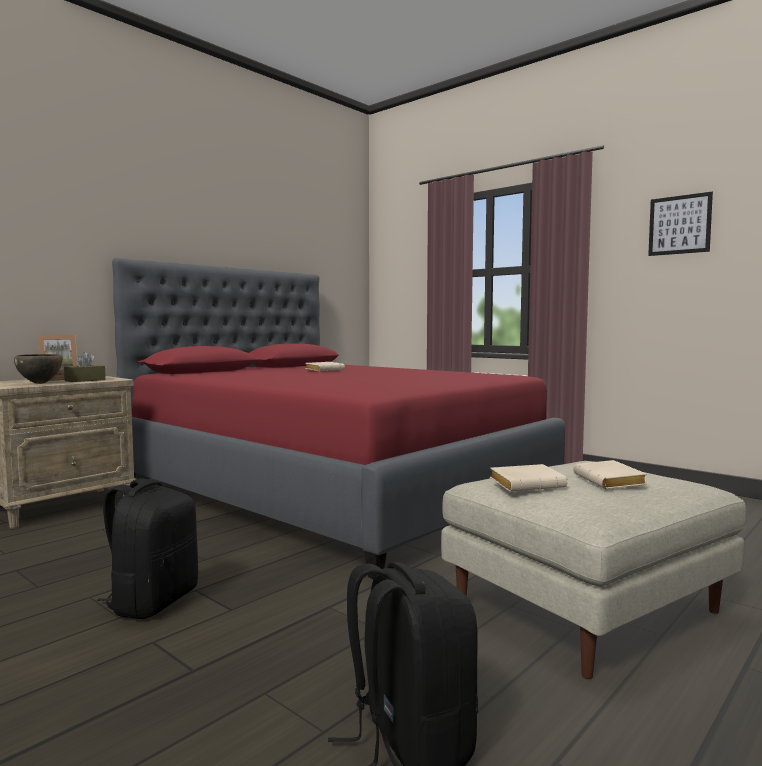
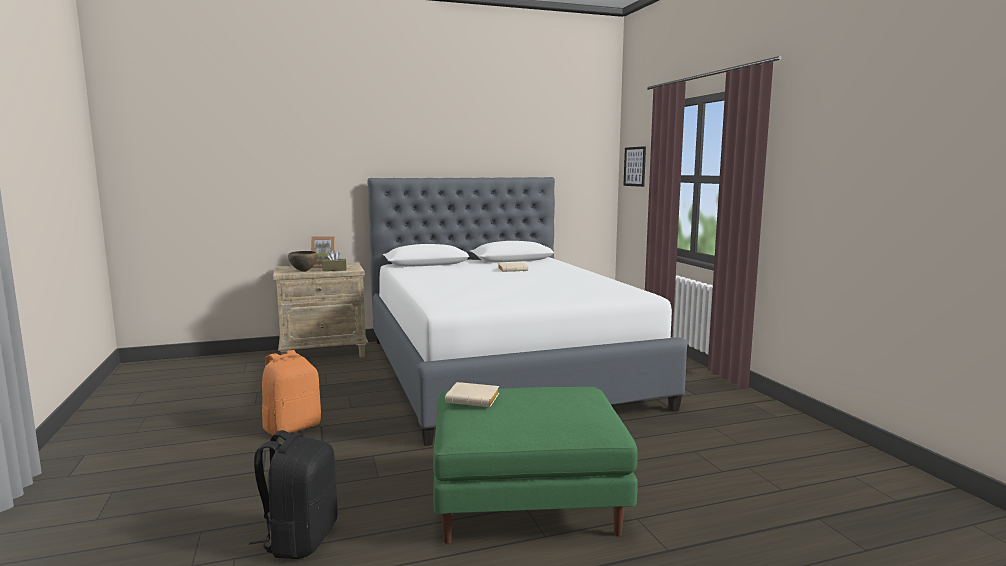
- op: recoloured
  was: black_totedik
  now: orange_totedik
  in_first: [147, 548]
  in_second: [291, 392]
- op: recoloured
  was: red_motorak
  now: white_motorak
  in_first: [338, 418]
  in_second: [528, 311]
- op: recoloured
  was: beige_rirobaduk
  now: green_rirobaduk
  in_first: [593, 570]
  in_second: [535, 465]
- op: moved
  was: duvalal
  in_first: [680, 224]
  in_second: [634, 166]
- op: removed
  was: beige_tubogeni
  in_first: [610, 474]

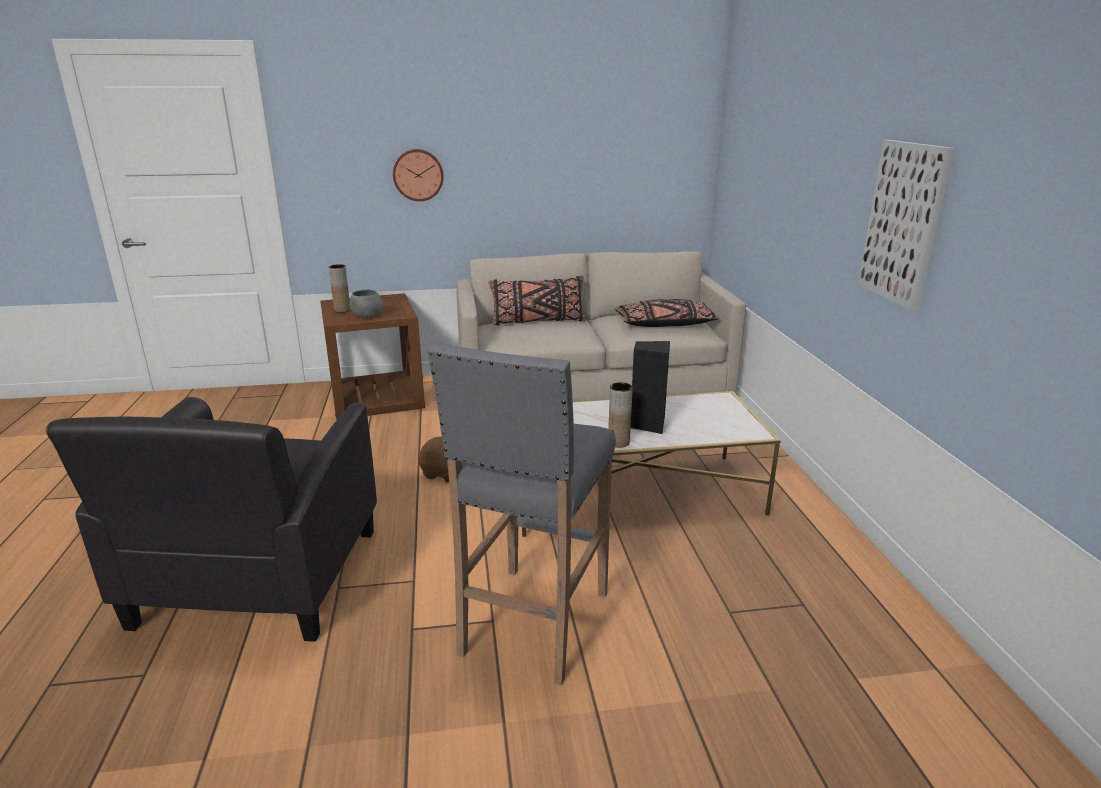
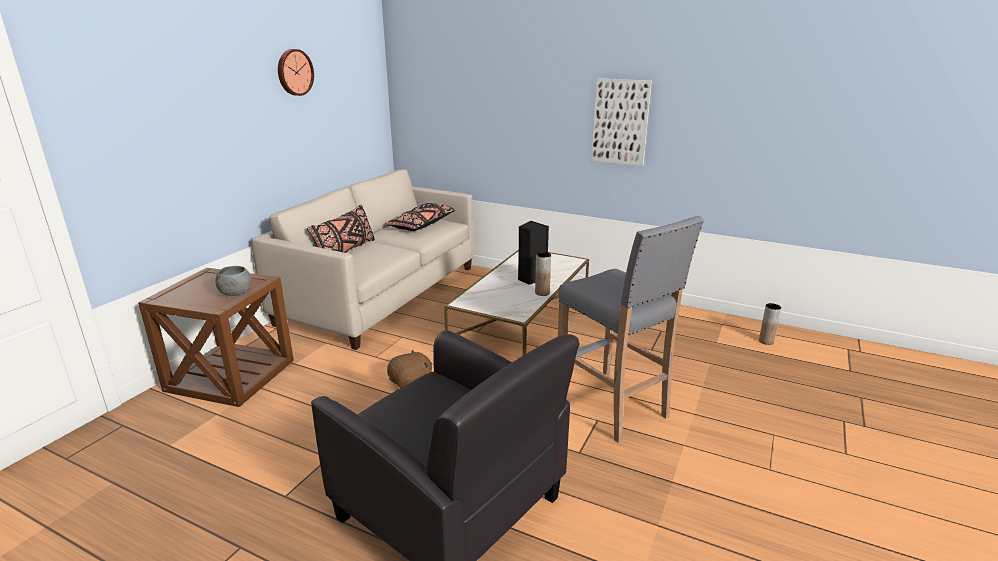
- op: moved
  was: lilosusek
  in_first: [418, 175]
  in_second: [296, 72]
- op: moved
  was: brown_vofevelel
  in_first: [340, 288]
  in_second: [770, 324]

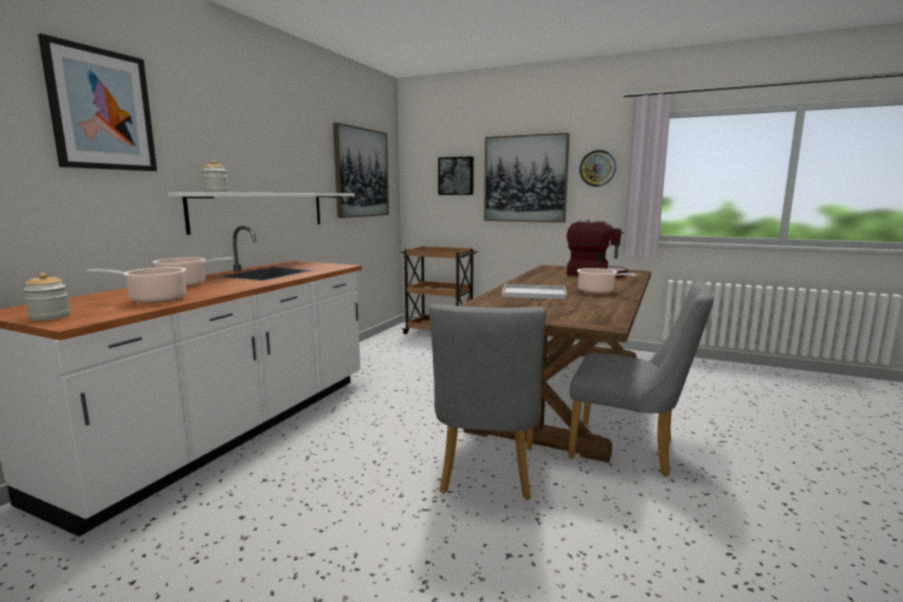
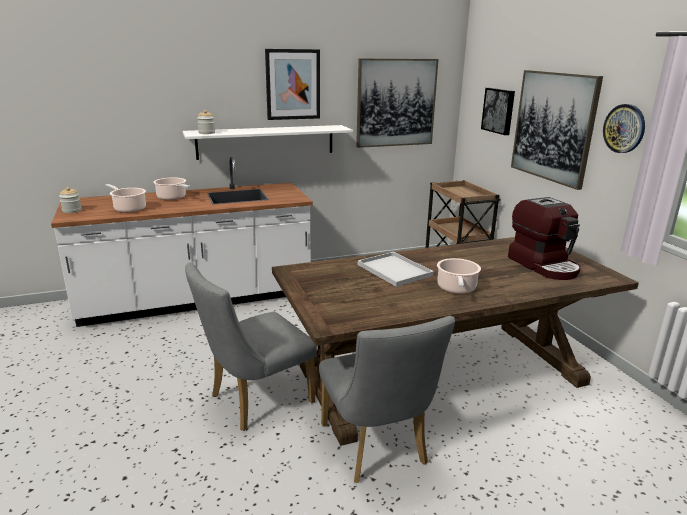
- op: moved
  was: duvalal
  in_first: [97, 102]
  in_second: [292, 84]

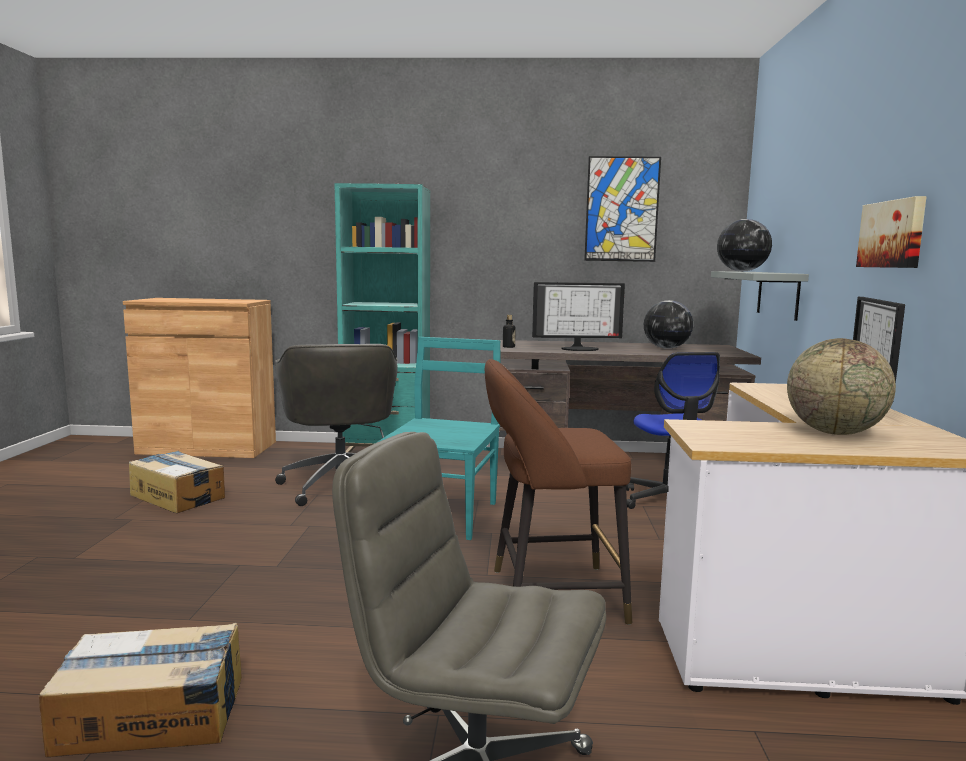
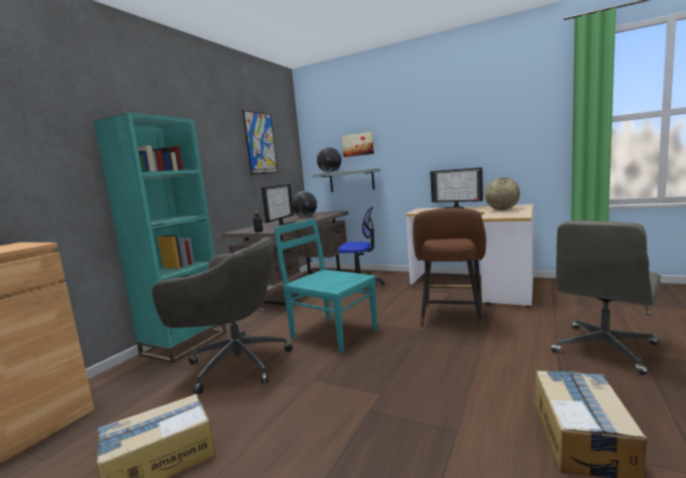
- op: moved
  was: duvalal
  in_first: [891, 232]
  in_second: [358, 144]

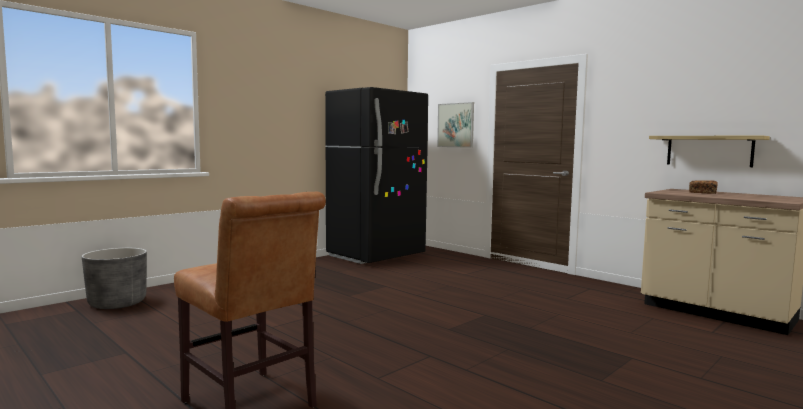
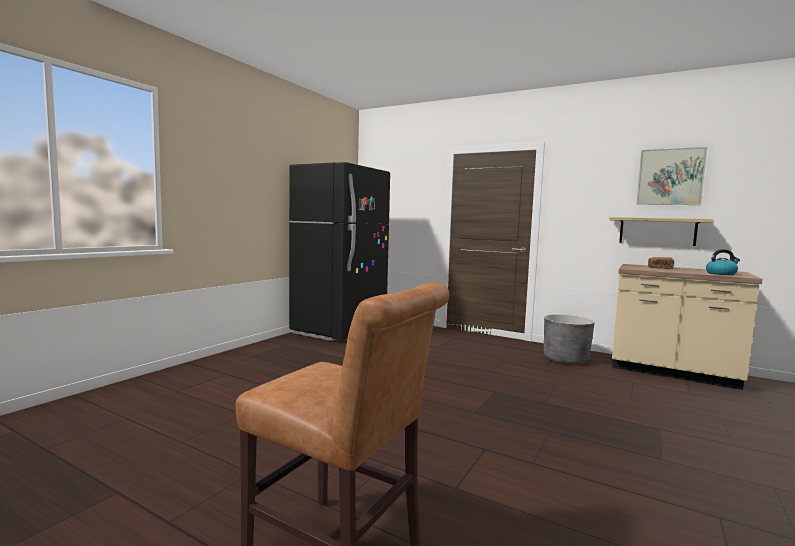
- op: moved
  was: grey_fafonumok
  in_first: [114, 278]
  in_second: [569, 339]
- op: moved
  was: duvalal
  in_first: [455, 125]
  in_second: [671, 176]
- op: added
  now: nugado
  in_second: [723, 262]

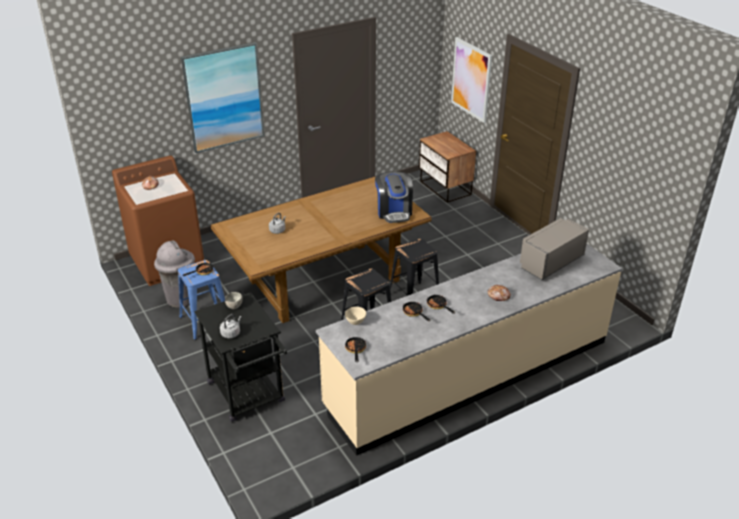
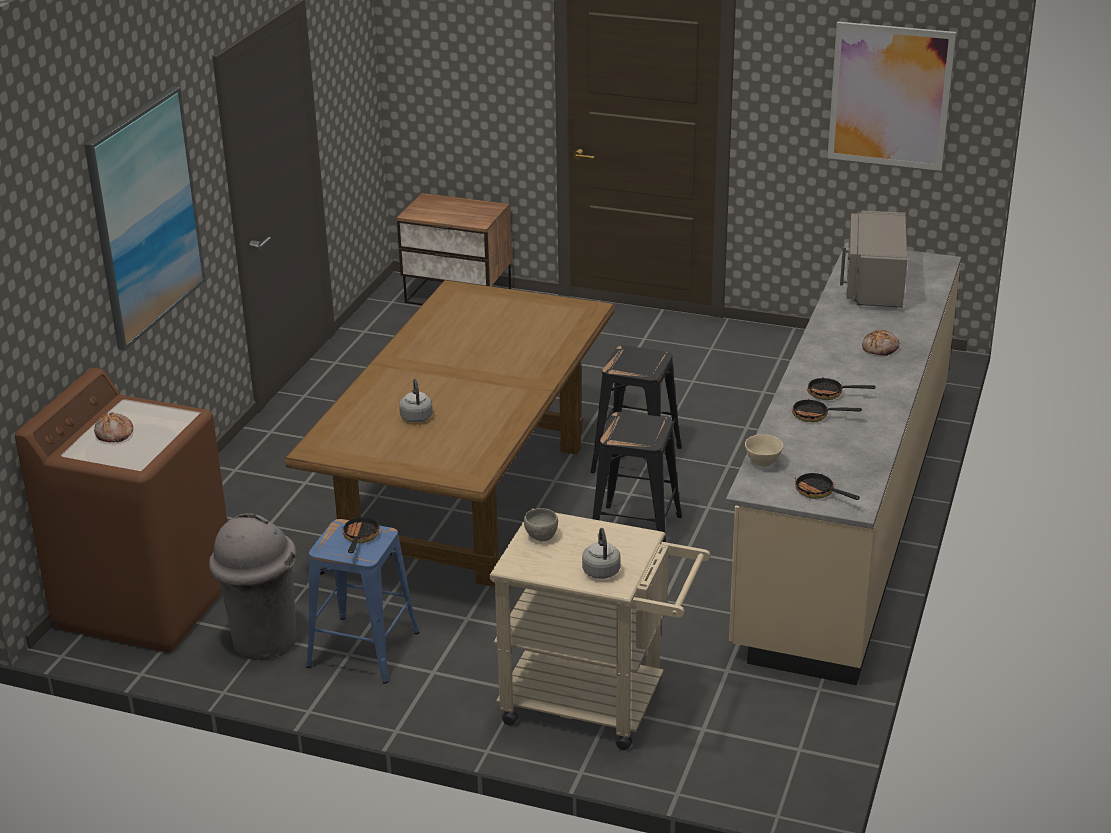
- op: recoloured
  was: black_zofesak
  now: beige_zofesak
  in_first: [240, 357]
  in_second: [600, 629]
- op: moved
  was: duvalal
  in_first: [471, 80]
  in_second: [891, 96]
- op: removed
  was: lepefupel
  in_first: [394, 197]

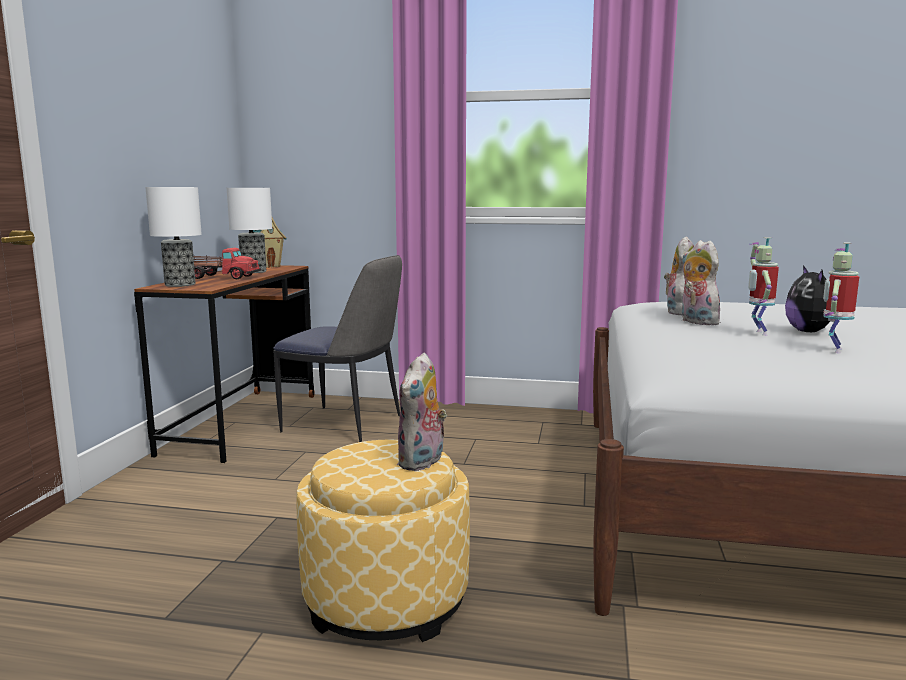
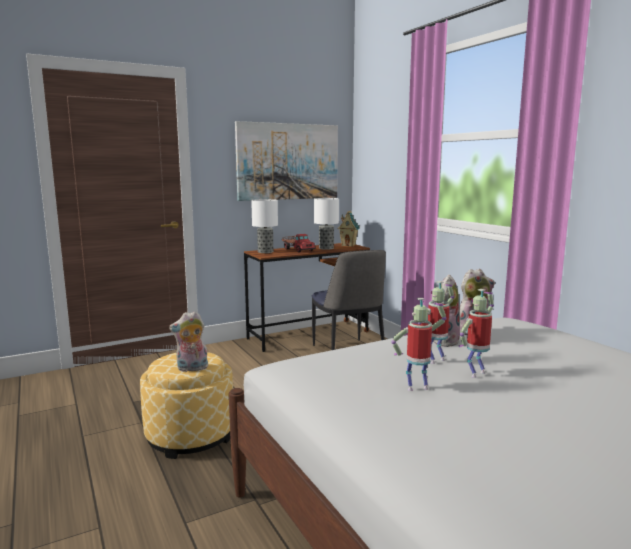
- op: added
  now: duvalal
  in_second: [286, 161]
- op: replaced
  was: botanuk
  now: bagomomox
  in_first: [810, 298]
  in_second: [476, 333]

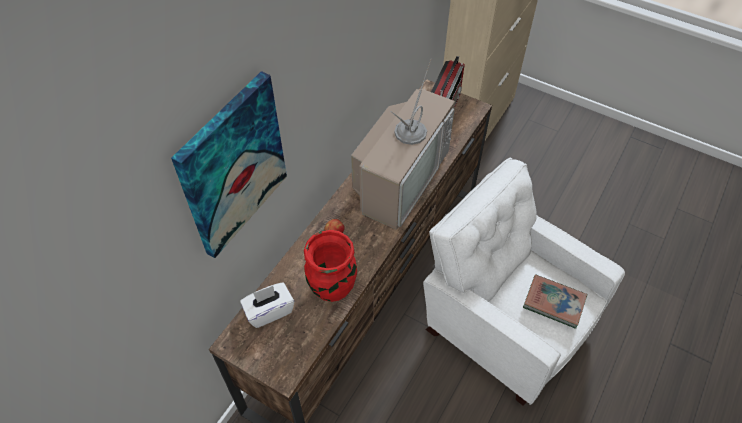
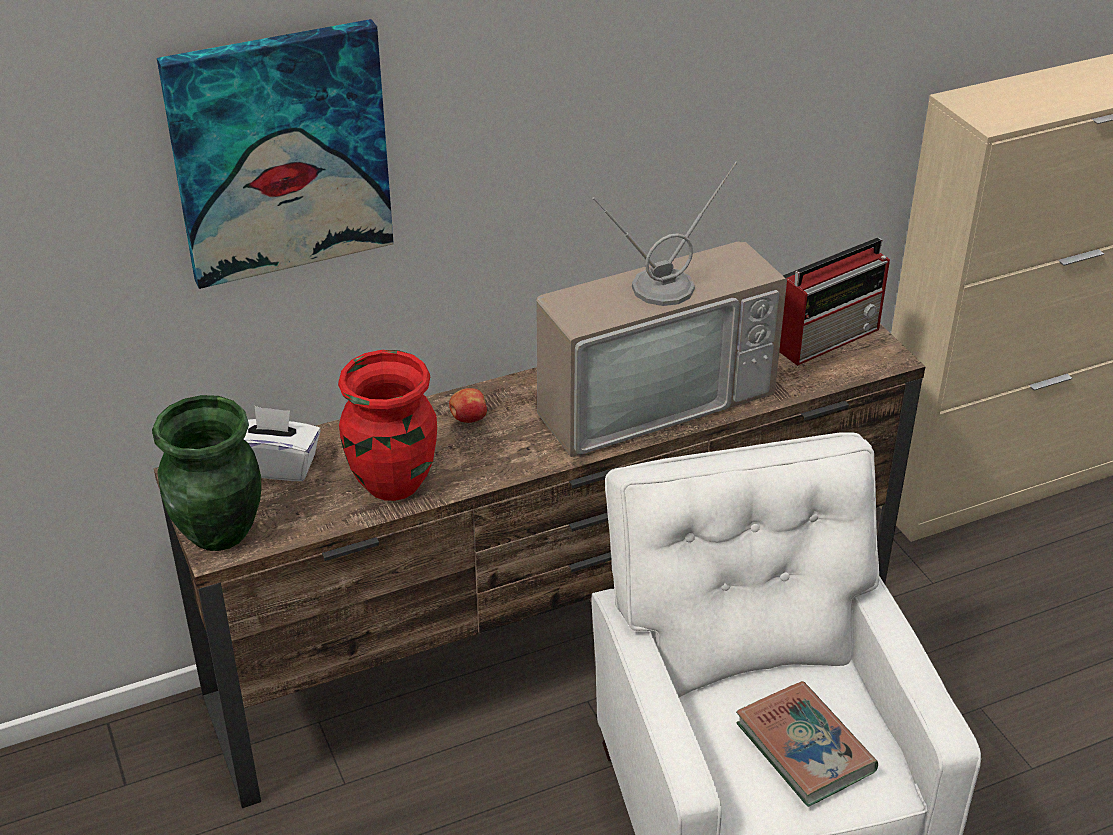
- op: added
  now: green_vofevelel
  in_second: [206, 473]

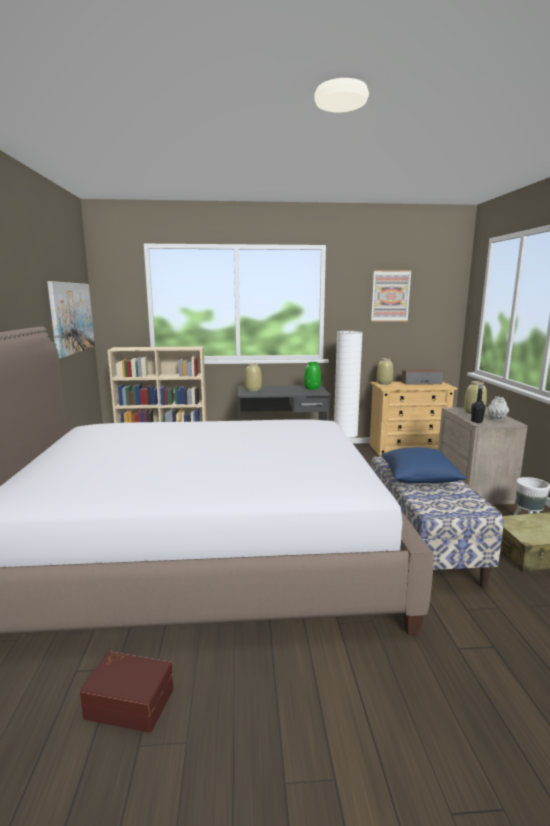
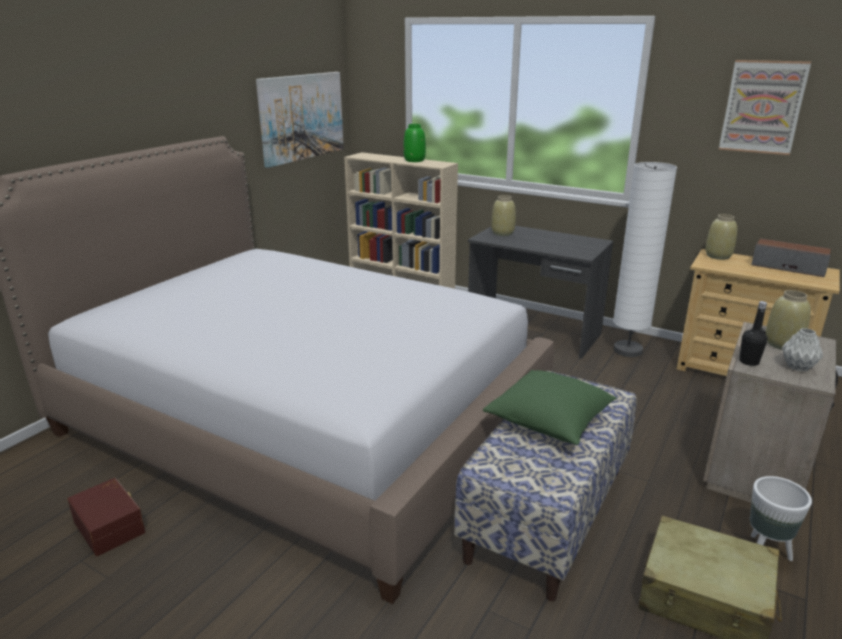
- op: moved
  was: green_vofevelel
  in_first: [312, 376]
  in_second: [414, 143]
- op: recoloured
  was: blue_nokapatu
  now: green_nokapatu
  in_first: [424, 465]
  in_second: [550, 407]

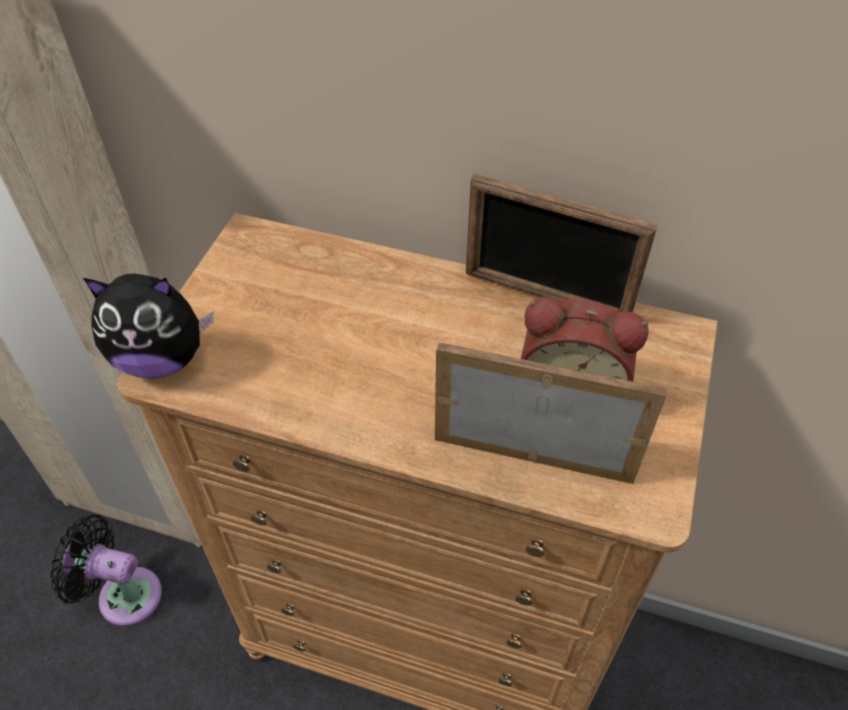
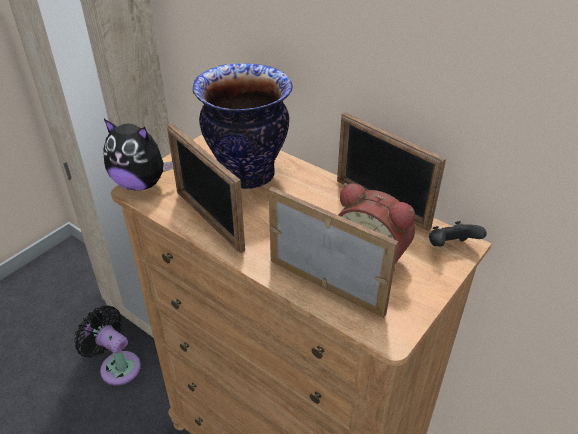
- op: added
  now: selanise
  in_second: [206, 188]
- op: added
  now: vofevelel
  in_second: [243, 126]
- op: added
  now: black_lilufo
  in_second: [458, 233]

